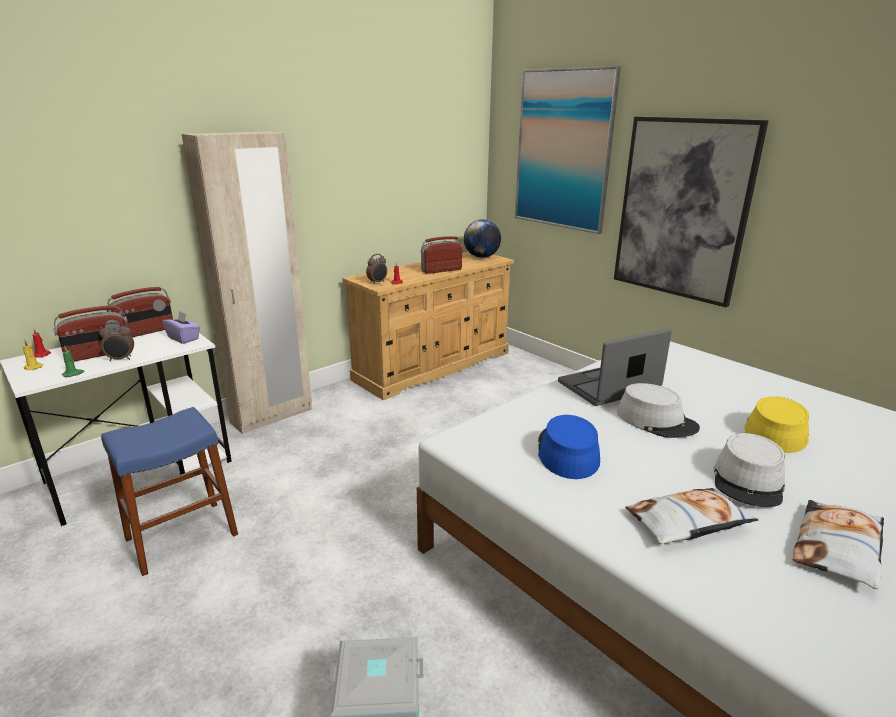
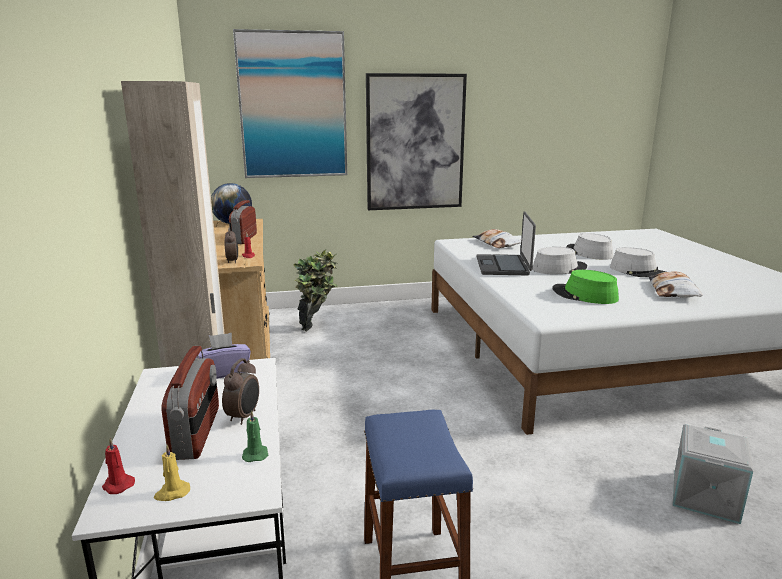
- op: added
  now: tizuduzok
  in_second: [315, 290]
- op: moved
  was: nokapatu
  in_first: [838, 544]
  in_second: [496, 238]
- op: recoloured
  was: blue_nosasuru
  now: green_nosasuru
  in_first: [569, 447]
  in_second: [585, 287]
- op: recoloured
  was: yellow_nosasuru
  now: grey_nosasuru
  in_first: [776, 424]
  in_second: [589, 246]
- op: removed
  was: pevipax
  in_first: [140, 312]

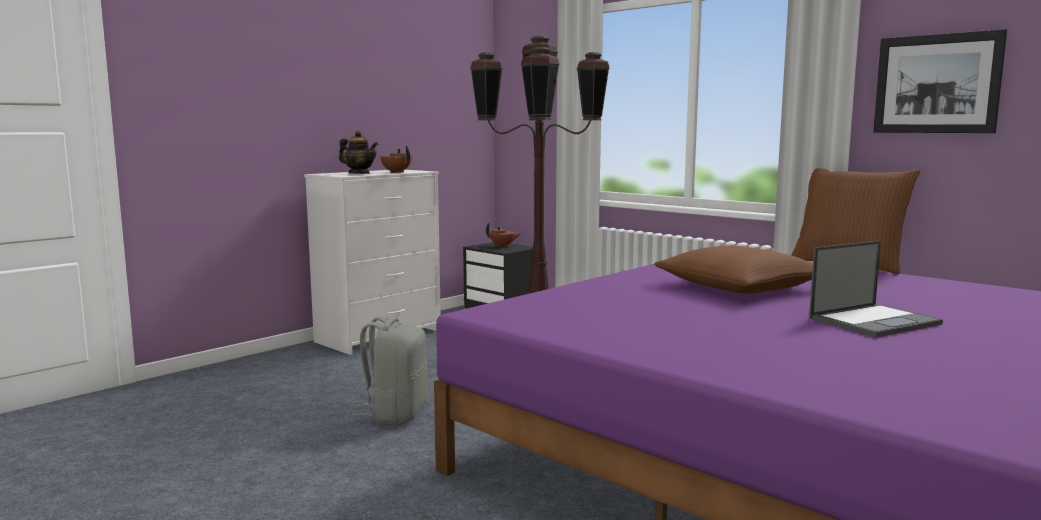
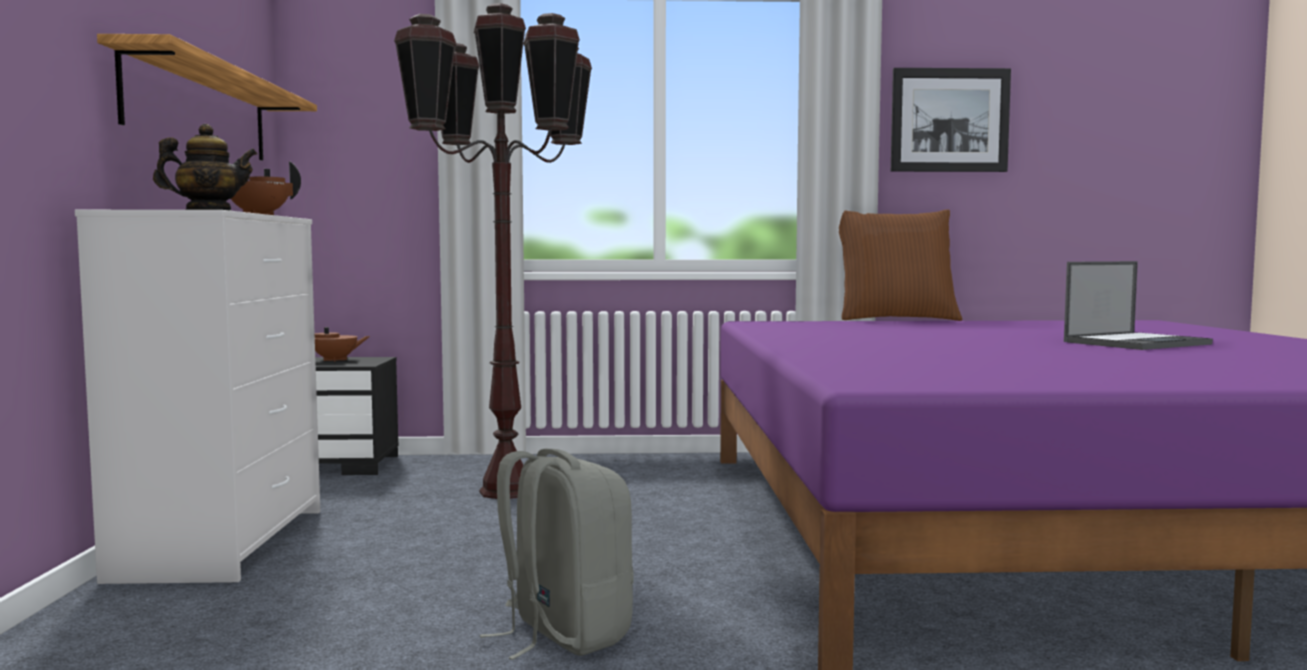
- op: added
  now: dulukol
  in_second: [207, 97]
- op: turned
  was: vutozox
  in_first: [876, 289]
  in_second: [1138, 305]
  clockwise: 45
- op: removed
  was: brown_nokapatu
  in_first: [733, 269]

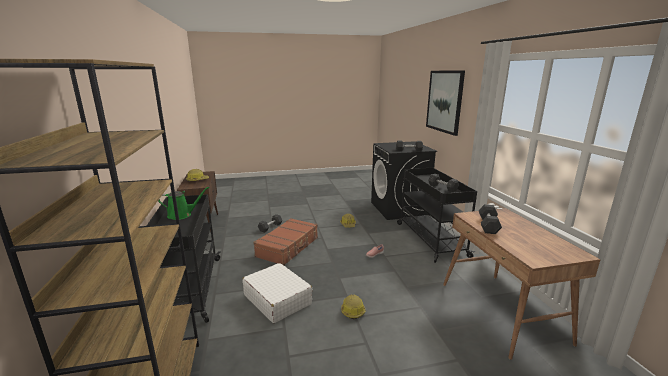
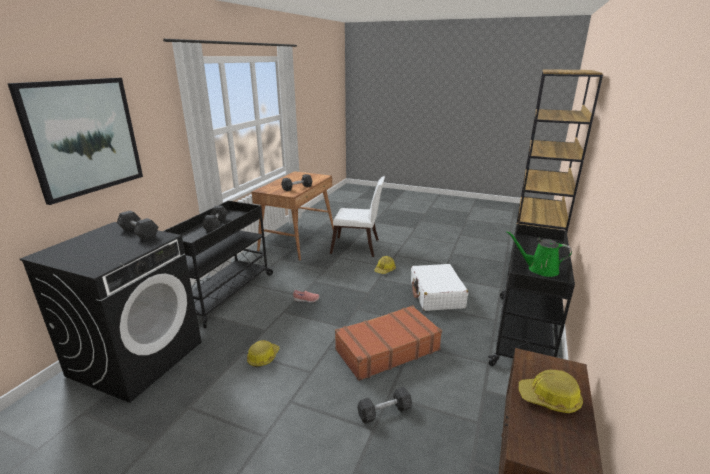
- op: added
  now: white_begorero
  in_second: [357, 216]

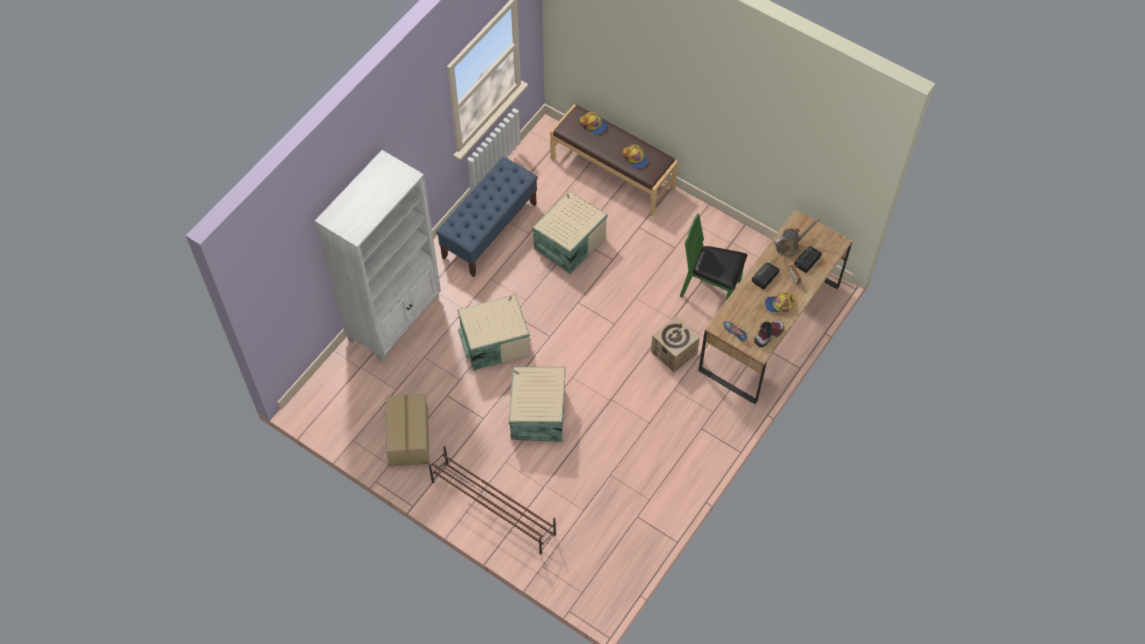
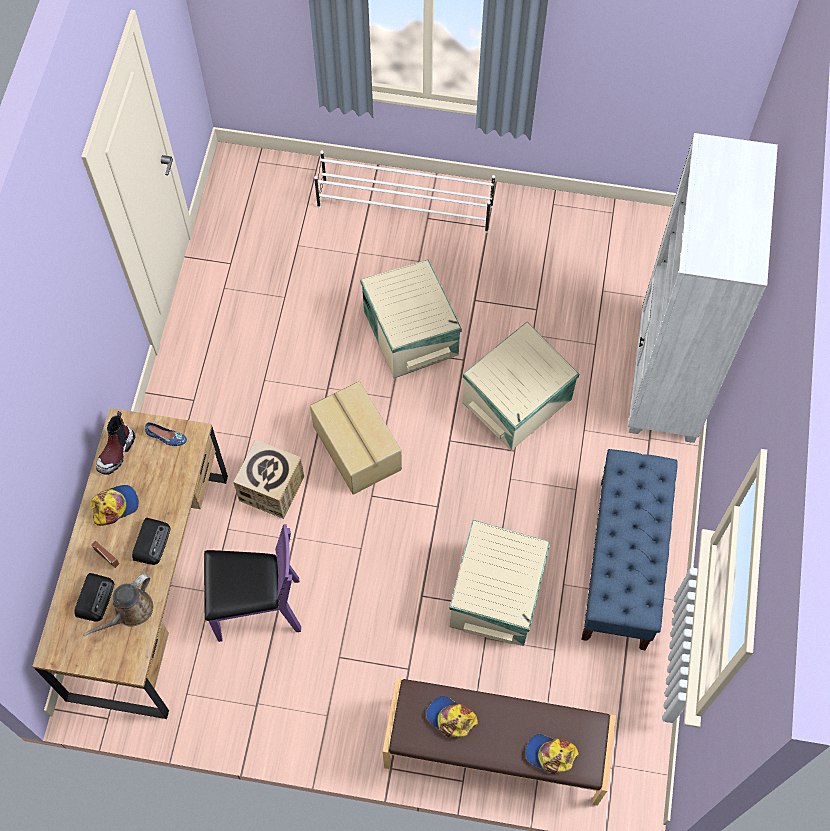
- op: recoloured
  was: green_begorero
  now: purple_begorero
  in_first: [713, 256]
  in_second: [252, 583]
- op: moved
  was: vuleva
  in_first: [407, 430]
  in_second: [356, 438]
- op: recoloured
  was: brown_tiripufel
  now: white_tiripufel
  in_first: [492, 500]
  in_second: [404, 191]

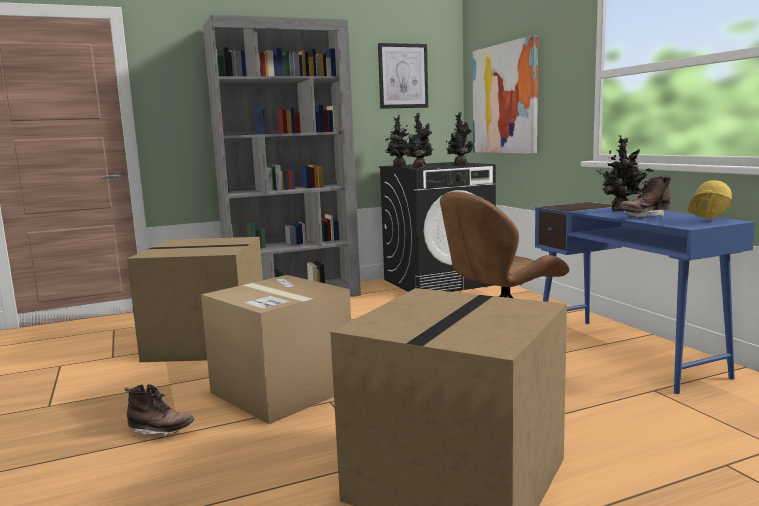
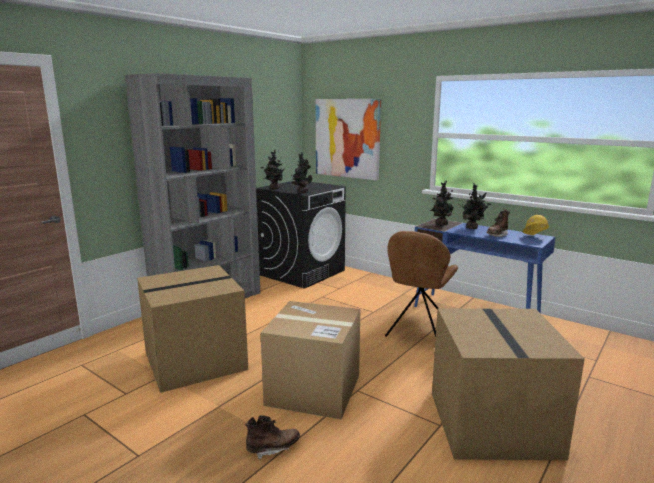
- op: moved
  was: tizuduzok
  in_first: [460, 138]
  in_second: [442, 203]
- op: removed
  was: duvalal
  in_first: [403, 76]

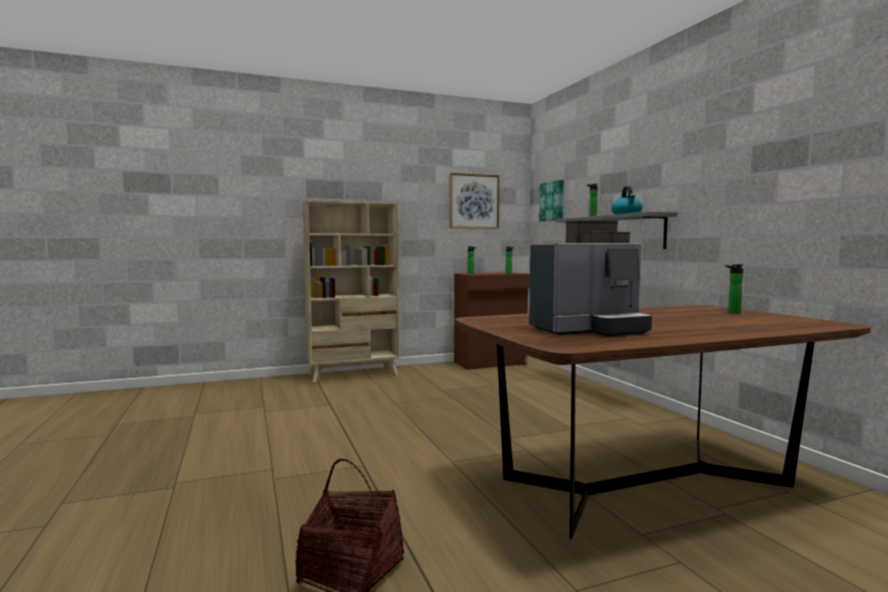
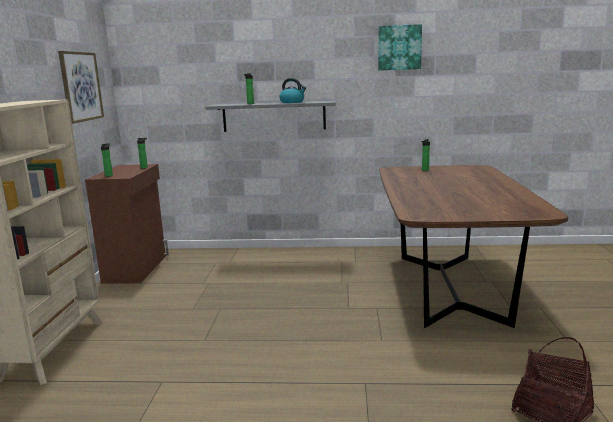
- op: moved
  was: duvalal
  in_first: [551, 201]
  in_second: [400, 47]
- op: removed
  was: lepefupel
  in_first: [590, 278]

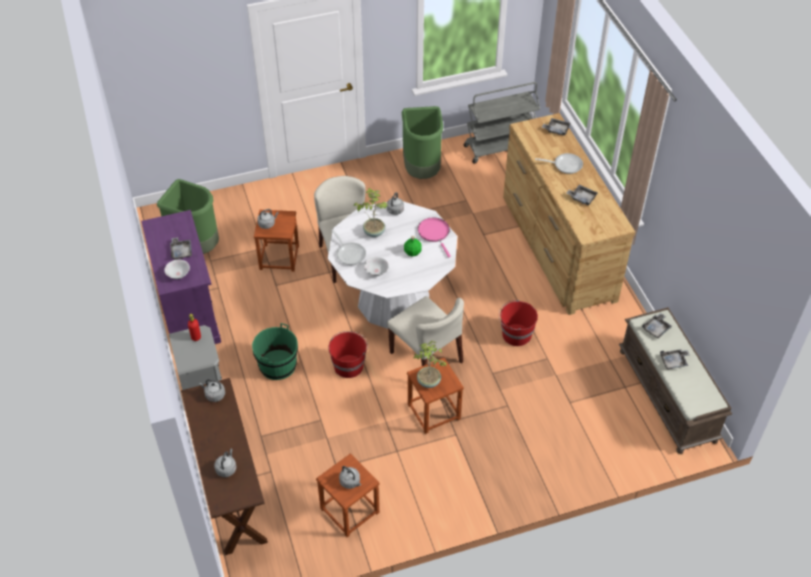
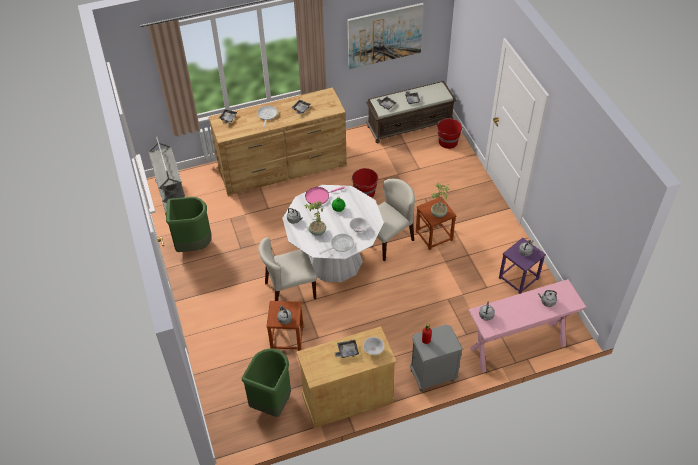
- op: recoloured
  was: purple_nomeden
  now: beige_nomeden
  in_first: [181, 277]
  in_second: [346, 377]
- op: added
  now: duvalal
  in_second: [386, 36]
- op: moved
  was: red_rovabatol
  in_first: [348, 354]
  in_second: [449, 133]
- op: recoloured
  was: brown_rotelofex
  now: pink_rotelofex
  in_first: [224, 466]
  in_second: [527, 326]
- op: recoloured
  was: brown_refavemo
  now: purple_refavemo
  in_first: [347, 495]
  in_second: [522, 266]
- op: removed
  was: green_rovabatol
  in_first: [275, 351]

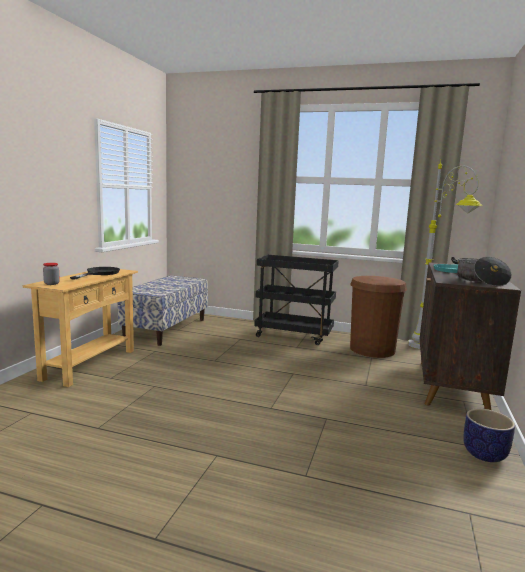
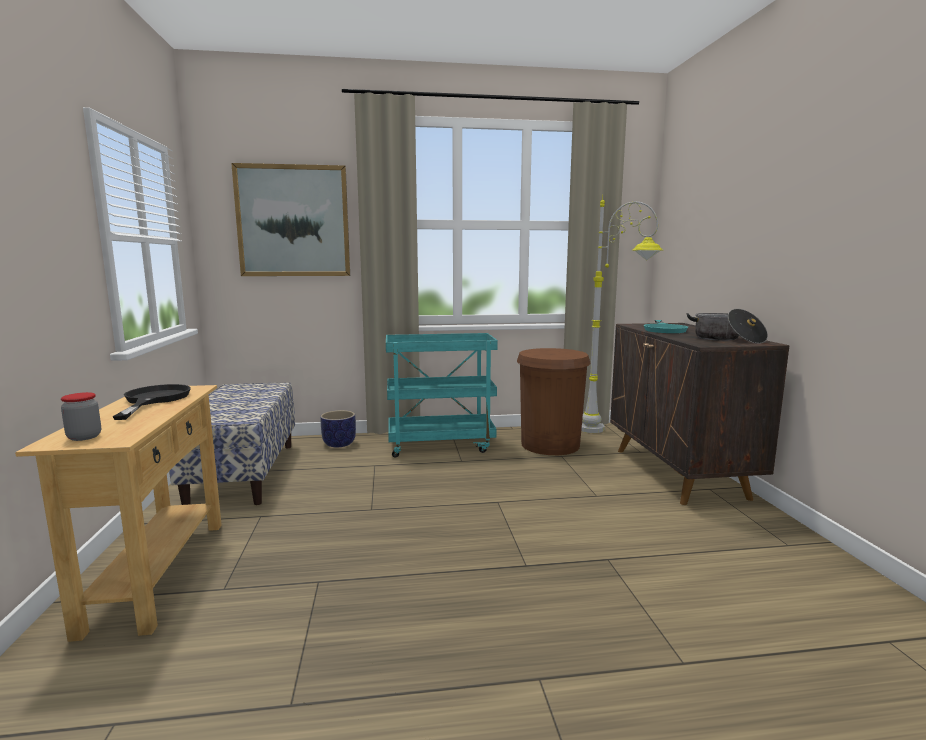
- op: added
  now: duvalal
  in_second: [290, 219]
- op: moved
  was: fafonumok
  in_first: [489, 435]
  in_second: [338, 428]
- op: recoloured
  was: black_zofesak
  now: turquoise_zofesak
  in_first: [296, 300]
  in_second: [442, 395]

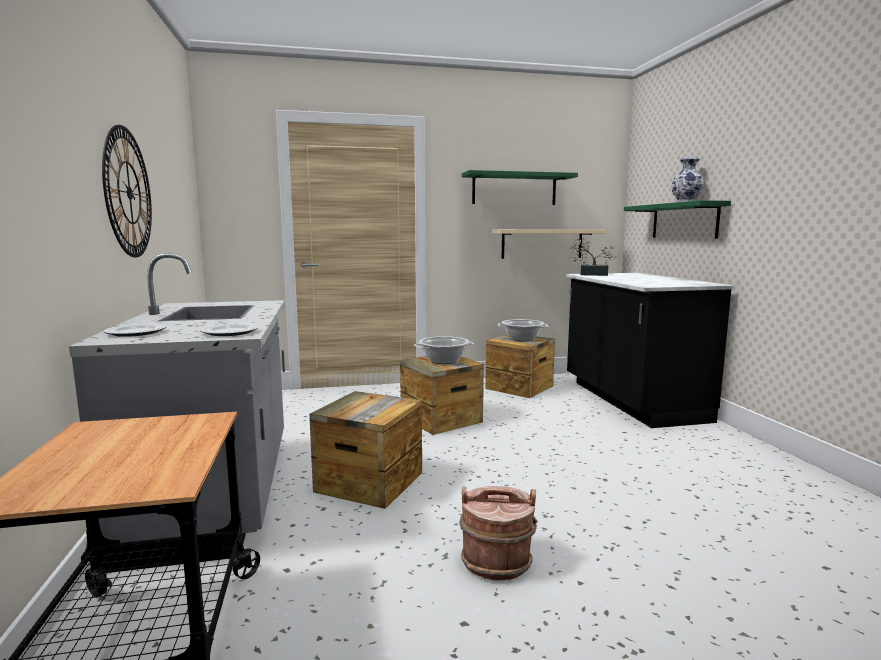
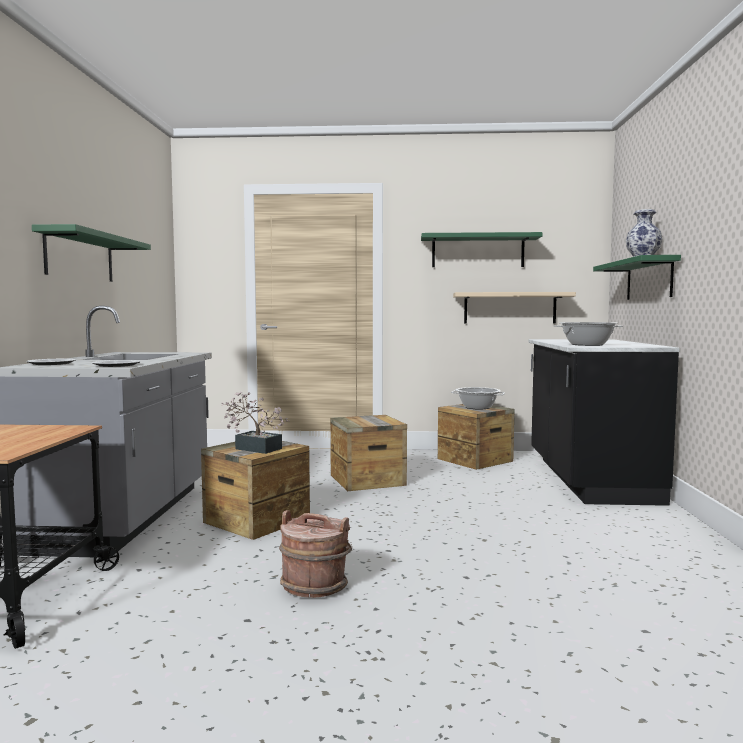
- op: replaced
  was: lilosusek
  now: green_dulukol
  in_first: [127, 191]
  in_second: [91, 253]
- op: moved
  was: tizuduzok
  in_first: [593, 256]
  in_second: [256, 423]
- op: moved
  was: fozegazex
  in_first: [444, 350]
  in_second: [588, 334]

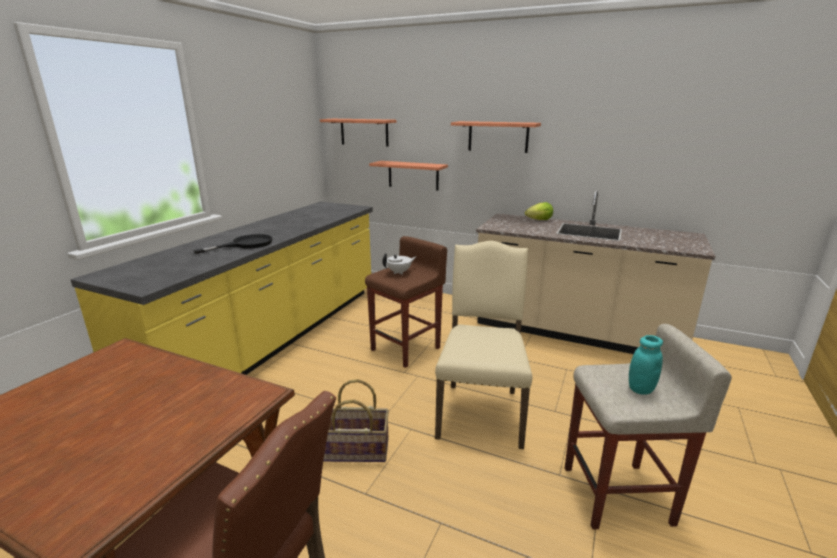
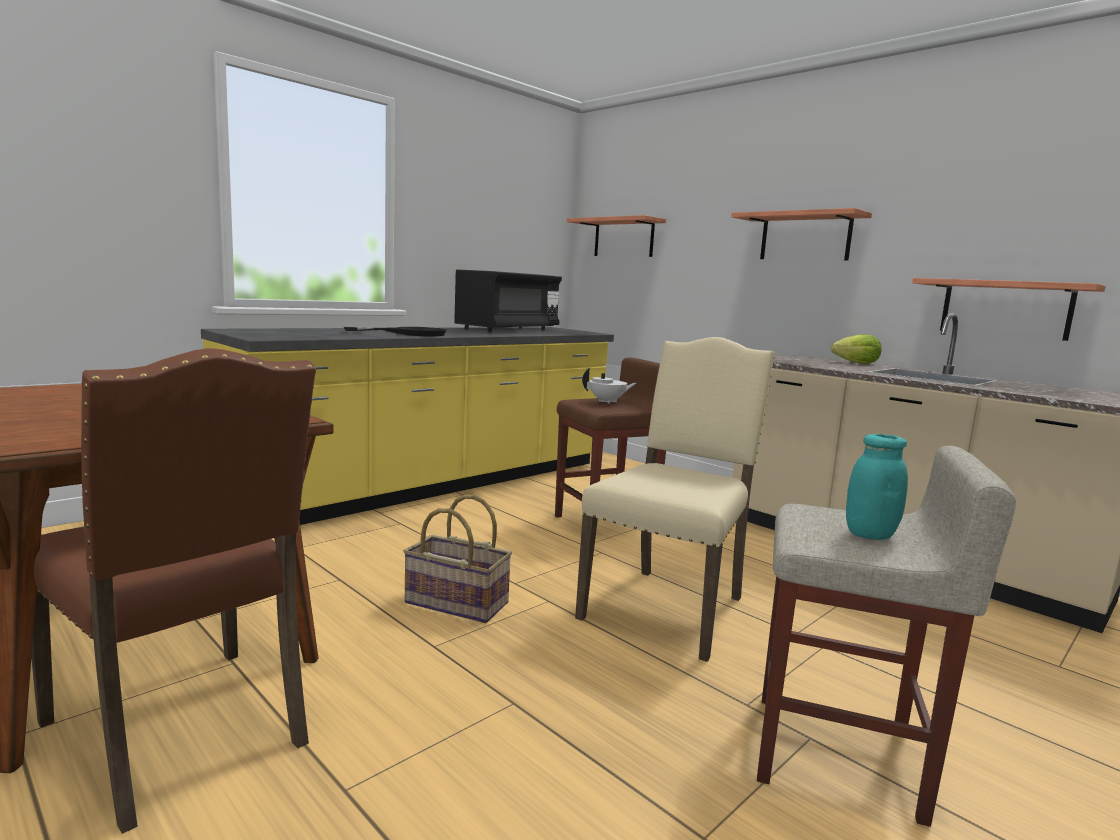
- op: added
  now: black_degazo
  in_second: [508, 300]
- op: moved
  was: dulukol
  in_first: [408, 176]
  in_second: [1009, 309]

